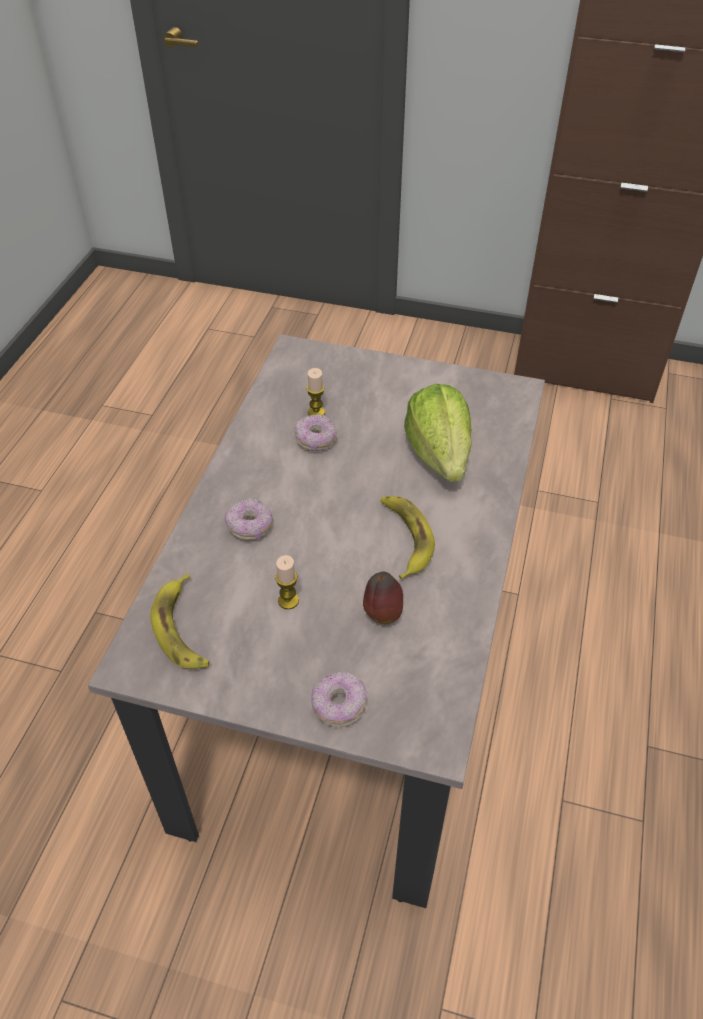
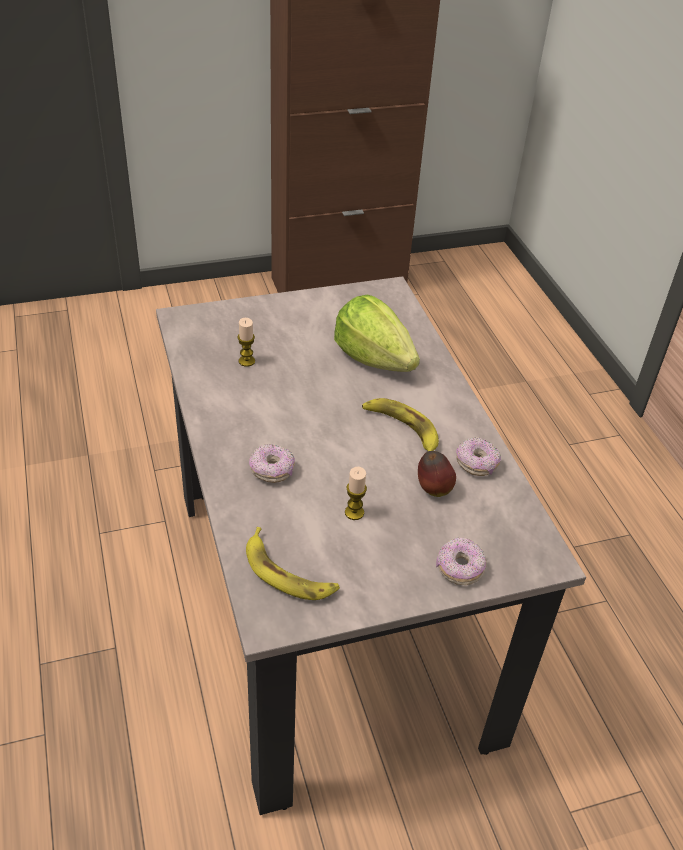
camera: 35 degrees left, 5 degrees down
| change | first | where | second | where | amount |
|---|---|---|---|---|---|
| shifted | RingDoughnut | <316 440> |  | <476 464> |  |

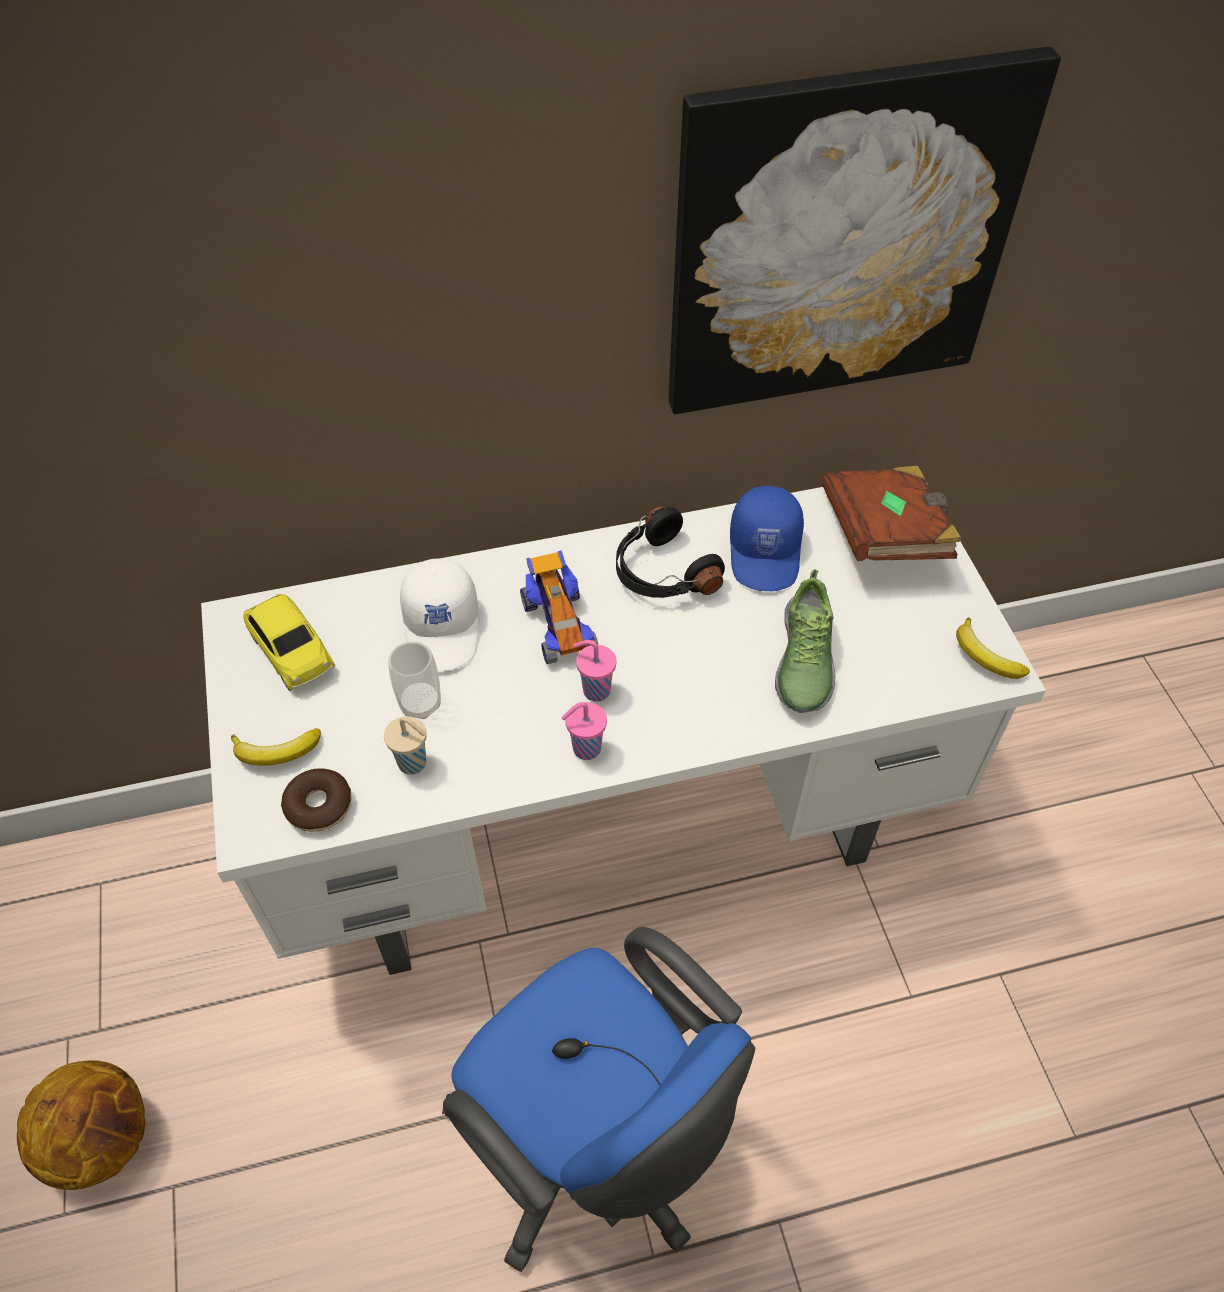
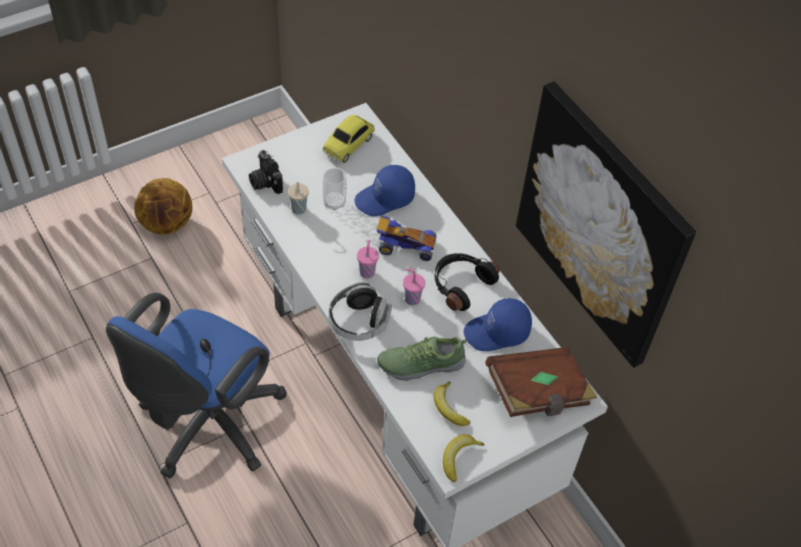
camera: 70 degrees right, 0 degrees up
| change | first | where | second | where | amount |
|---|---|---|---|---|---|
| swapped | RingDoughnut | <319 806> | StillCamera | <264 182> |  |
| new |  |  | PairOfHeadphones | <358 321> |  |
| repainted | WhiteColouredBaseballCap | <443 627> | BlueBaseballCap | <385 199> |  |
| rotated | ModelCar | <558 624> |  | <405 246> | 135 degrees counterclockwise |
| shifted | PinkColouredCup | <585 749> |  | <411 298> |  |
| shifted | BananaFruit | <276 752> |  | <449 408> |  |

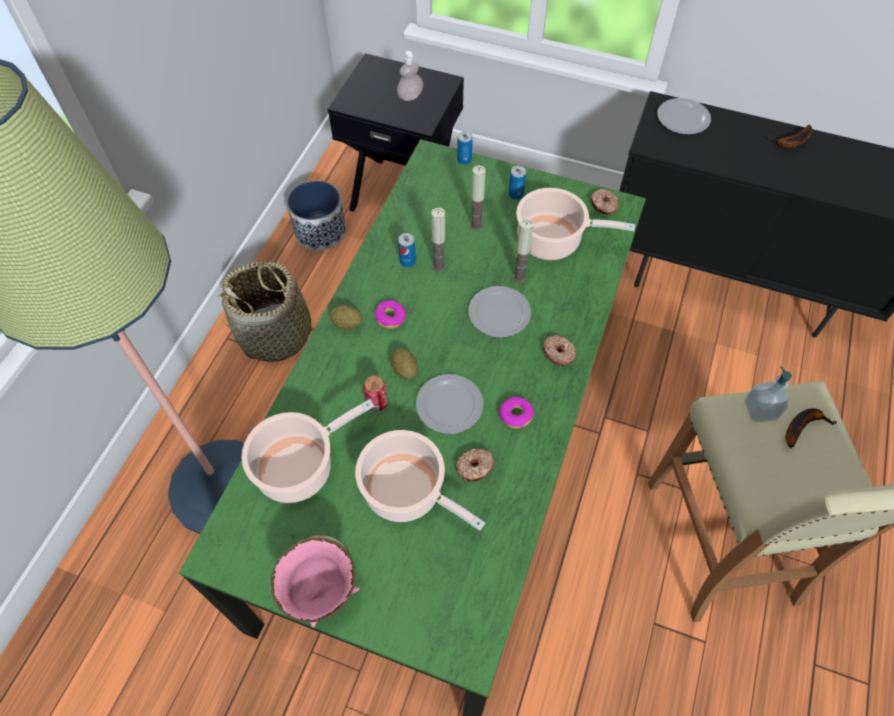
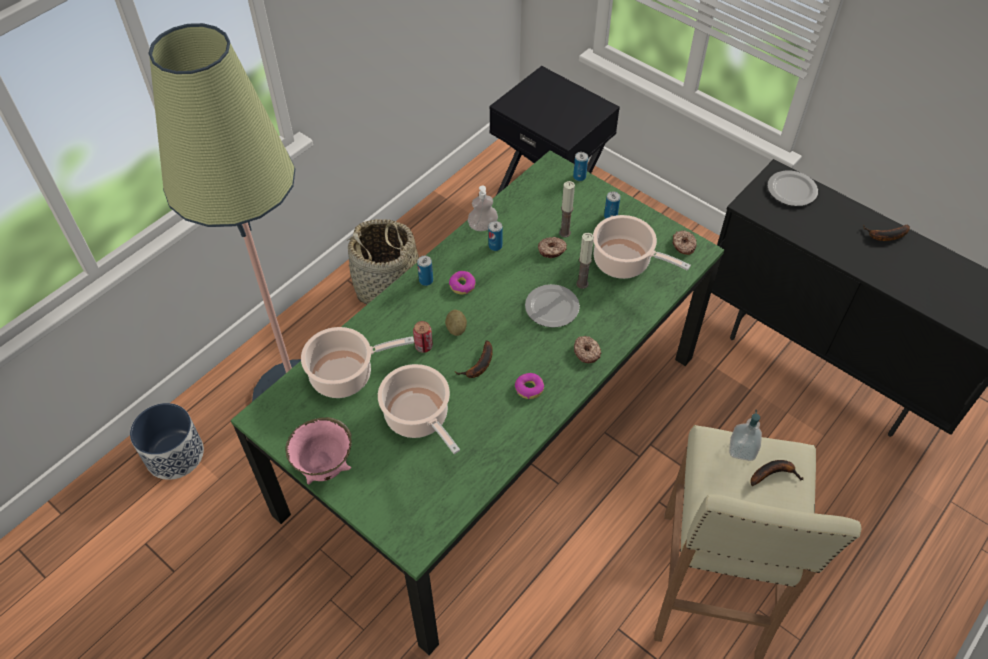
camera: 20 degrees right, 5 degrees down
| change | first | where | second | where | amount |
|---|---|---|---|---|---|
| shifted | PlantPot | <320 232> |  | <174 454> |  |
| swapped | Spud | <347 323> | SealedCan | <426 280> |  |
| swapped | DinnerPlate | <449 406> | BananaFruit | <479 366> |  |
| shifted | LiquidSoapBottle | <410 96> |  | <482 226> |  |
| shifted | RingDoughnut | <475 467> |  | <552 250> |  |
| gone | WaxLight | <439 266> |  |  |  |

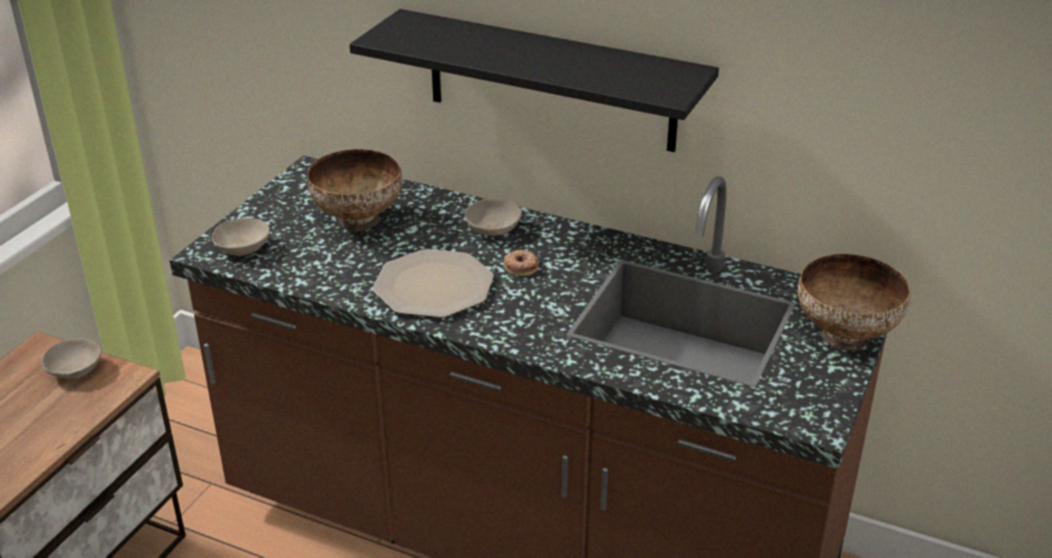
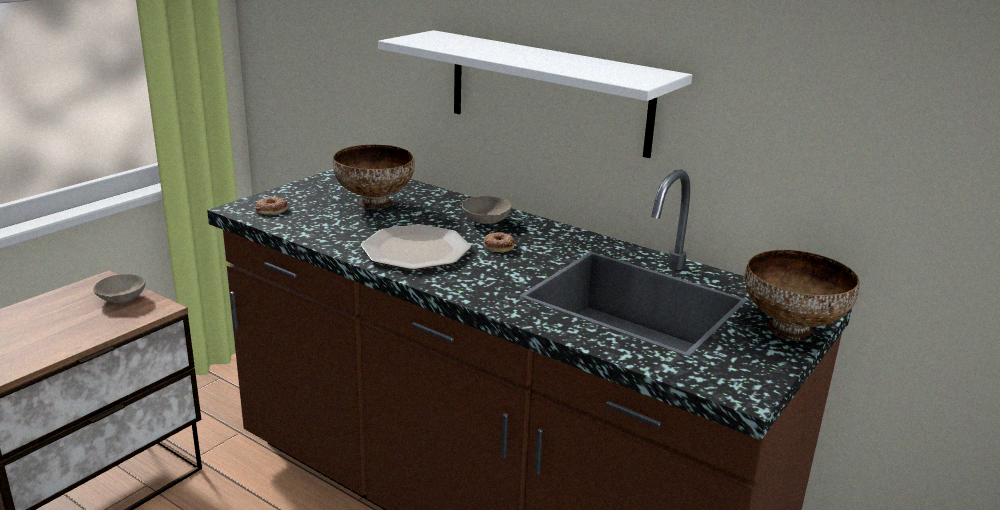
camera: 10 degrees right, 10 degrees down
| change | first | where | second | where | amount |
|---|---|---|---|---|---|
| swapped | BeigeColouredDeepDish | <244 248> | RingDoughnut | <271 209> |  |
| repainted | BlackishShelf | <551 81> | WhiteColouredShelf | <548 92> |  |

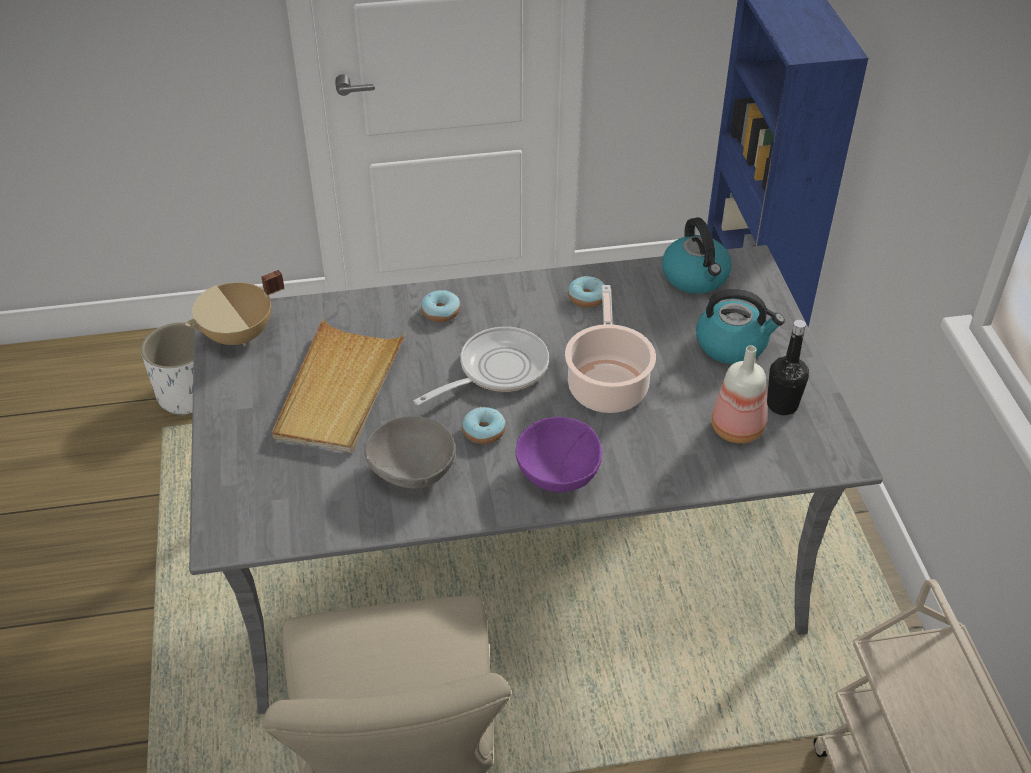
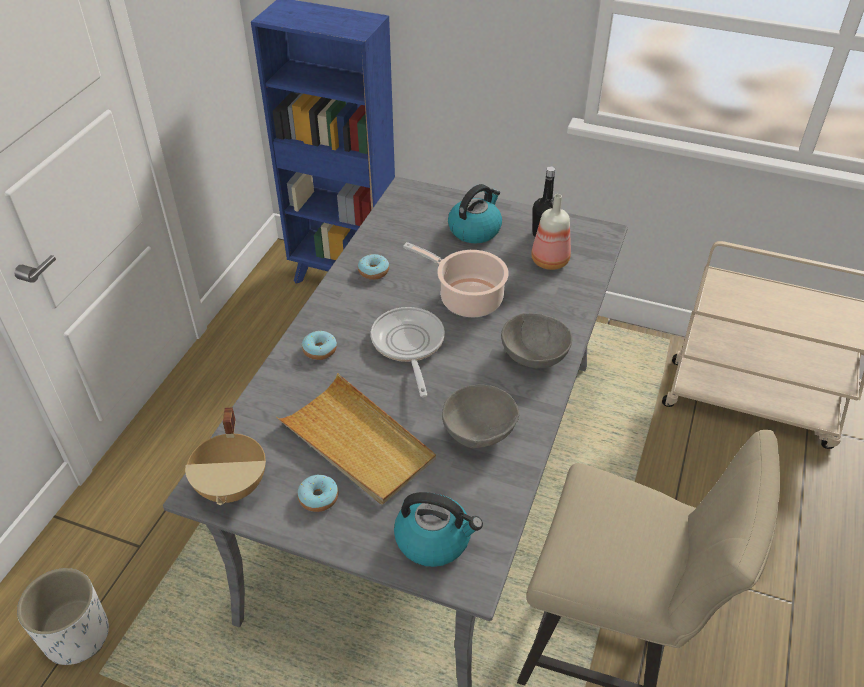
camera: 60 degrees left, 0 degrees up
| change | first | where | second | where | amount |
|---|---|---|---|---|---|
| shifted | RingDoughnut | <484 431> |  | <318 498> |  |
| shifted | WaterKettle | <696 277> |  | <434 539> |  |
| repainted | PurplishDeepDish | <558 473> | GreyDeepDish | <533 356> |  |

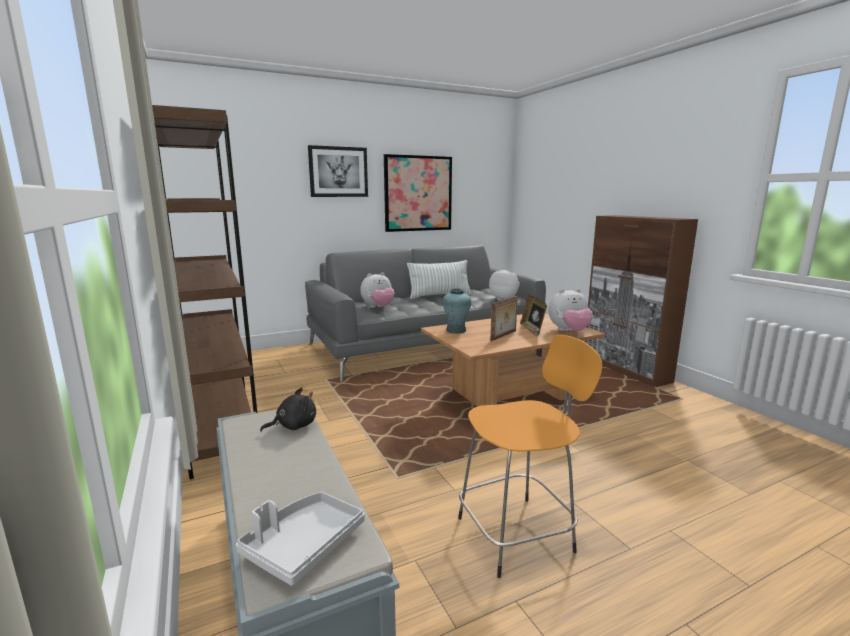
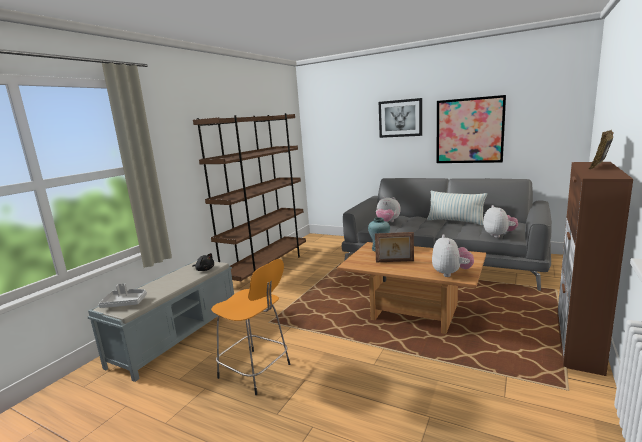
camera: 55 degrees right, 0 degrees up
| change | first | where | second | where | amount |
|---|---|---|---|---|---|
| rotated | PlushToy | <569 331> |  | <451 273> | 135 degrees counterclockwise |
| shifted | PhotoFrame | <532 330> |  | <600 166> |  |

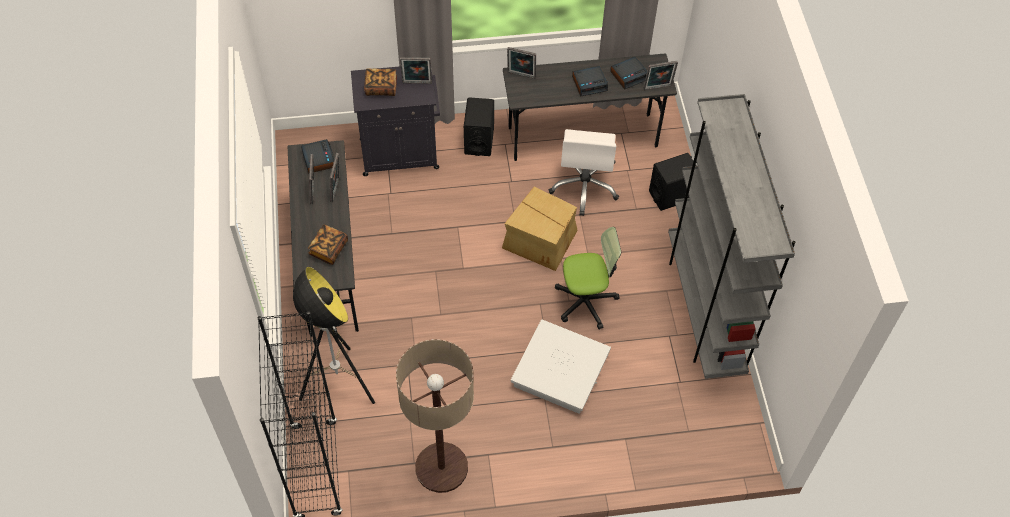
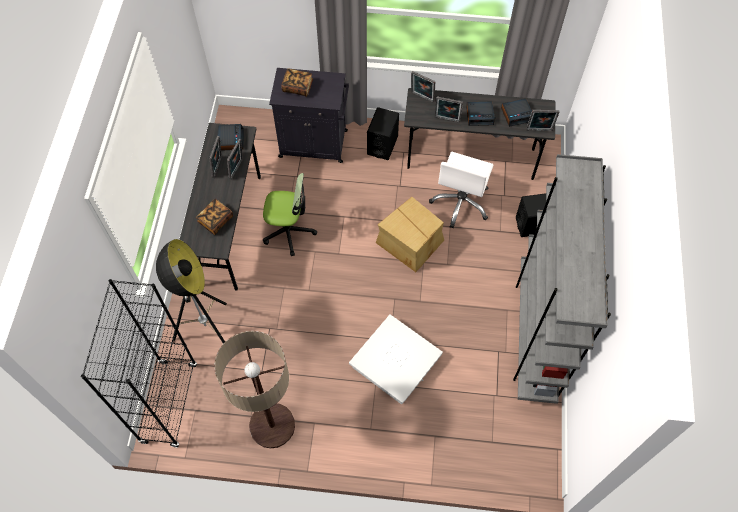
camera: 15 degrees right, 5 degrees up
| change | first | where | second | where | amount |
|---|---|---|---|---|---|
| shifted | ComputerChair | <585 301> |  | <289 231> |  |
| shifted | PhotoFrame | <417 84> |  | <447 120> |  |

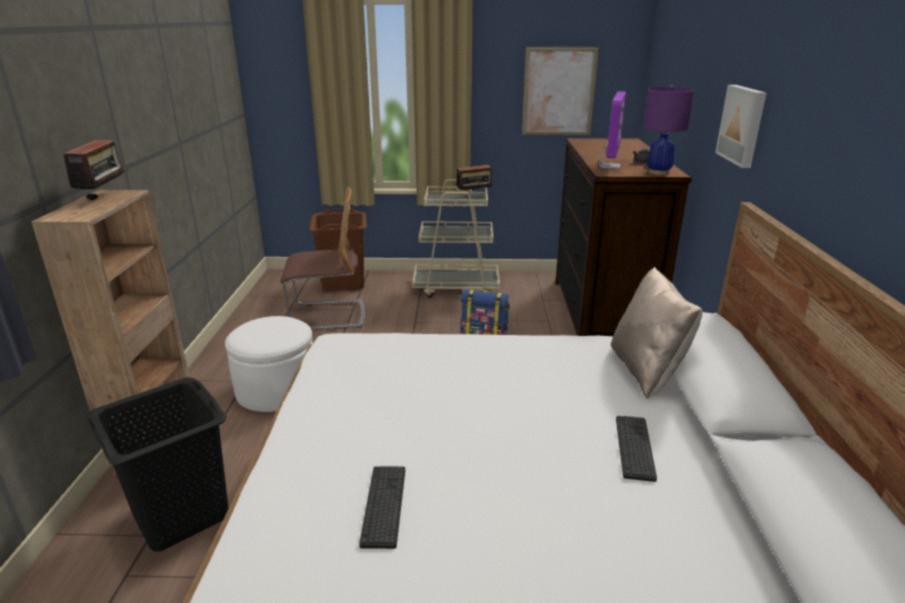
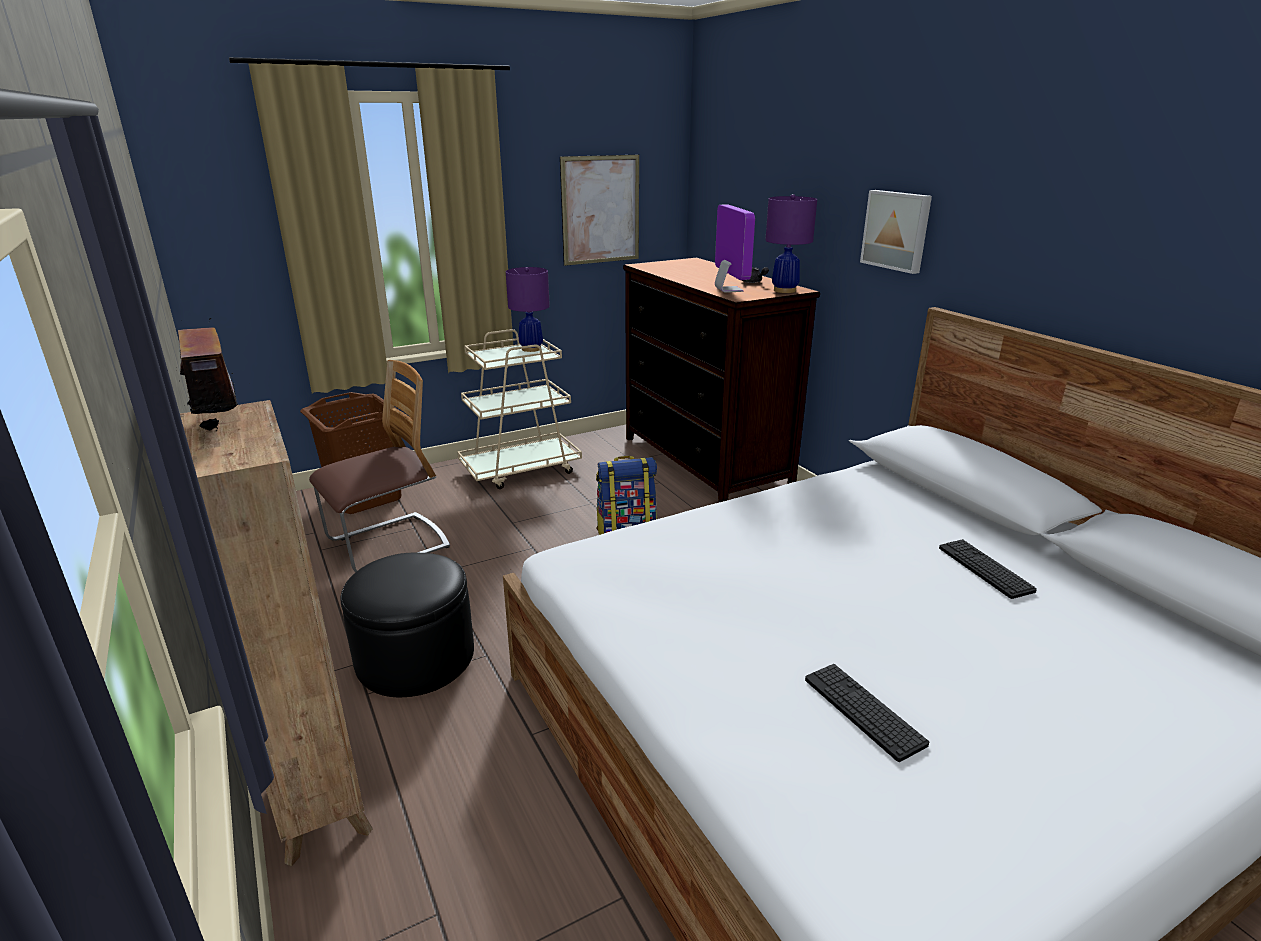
camera: 30 degrees left, 0 degrees up
| change | first | where | second | where | amount |
|---|---|---|---|---|---|
| repainted | WhiteColouredPouffe | <277 389> | BlackishPouffe | <415 658> |  |
| swapped | RadioSet | <474 196> | PurplishTableLamp | <531 349> |  |
| gone | BlackishHamper | <180 515> |  |  |  |
| gone | BeigeColouredCushion | <647 371> |  |  |  |

